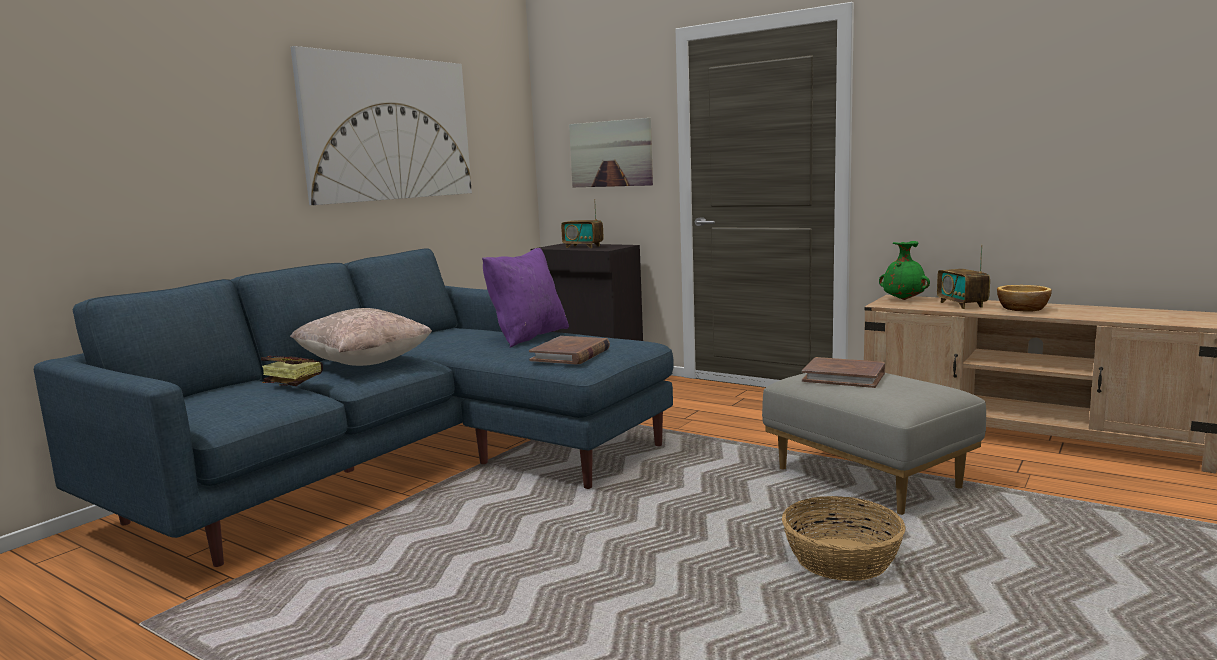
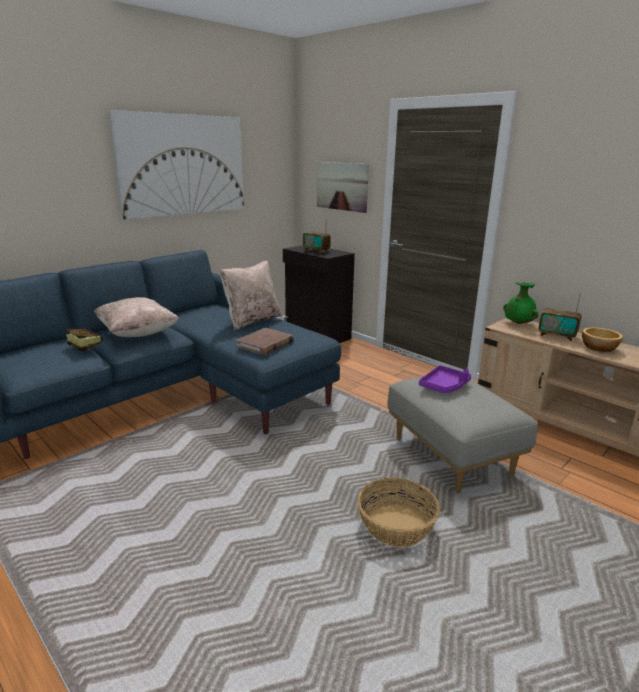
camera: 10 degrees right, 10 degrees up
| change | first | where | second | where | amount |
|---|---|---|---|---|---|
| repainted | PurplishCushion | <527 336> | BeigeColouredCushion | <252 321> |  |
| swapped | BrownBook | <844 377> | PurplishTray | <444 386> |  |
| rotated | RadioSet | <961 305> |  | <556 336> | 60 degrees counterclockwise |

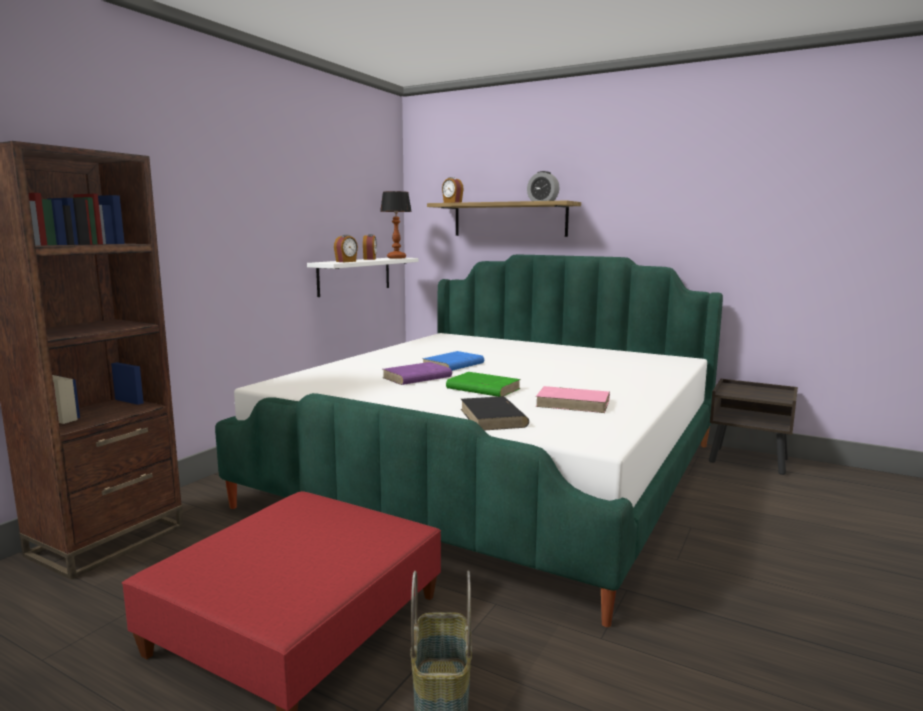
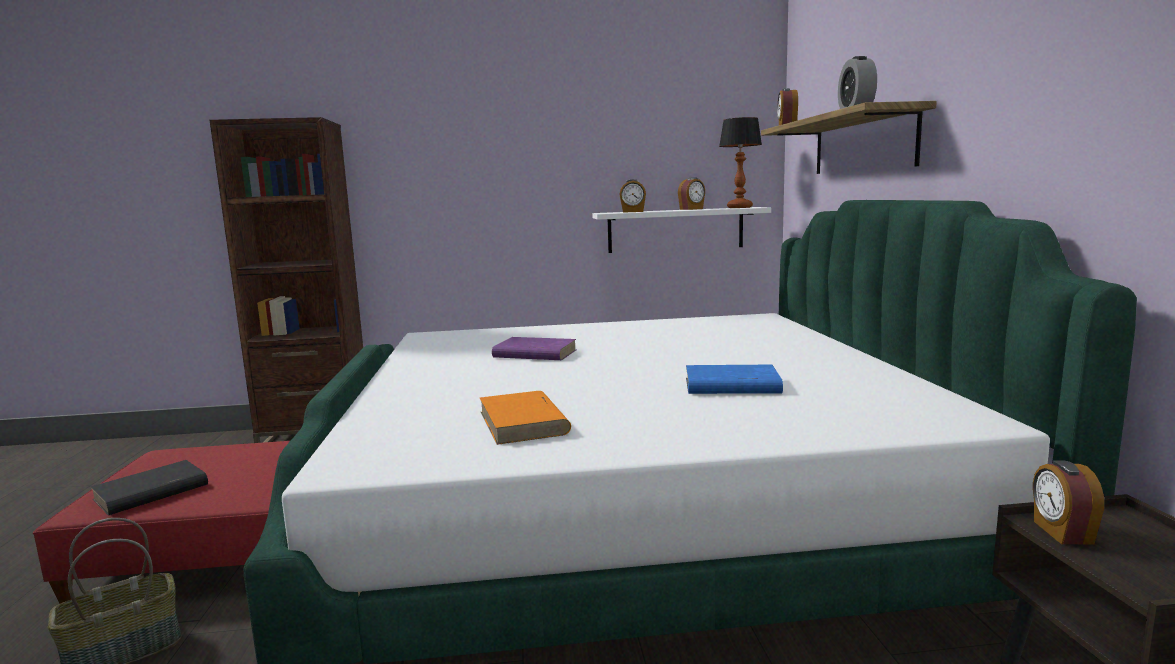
camera: 55 degrees right, 0 degrees up
| change | first | where | second | where | amount |
|---|---|---|---|---|---|
| shifted | BlackishBook | <493 418> |  | <150 493> |  |
| repainted | PinkColouredBook | <573 403> | OrangeyBook | <523 423> |  |
| shifted | BlueBook | <453 365> |  | <730 386> |  |
| new |  |  | BedsideClock | <1061 532> |  |
| gone | GreenishBook | <482 388> |  |  |  |

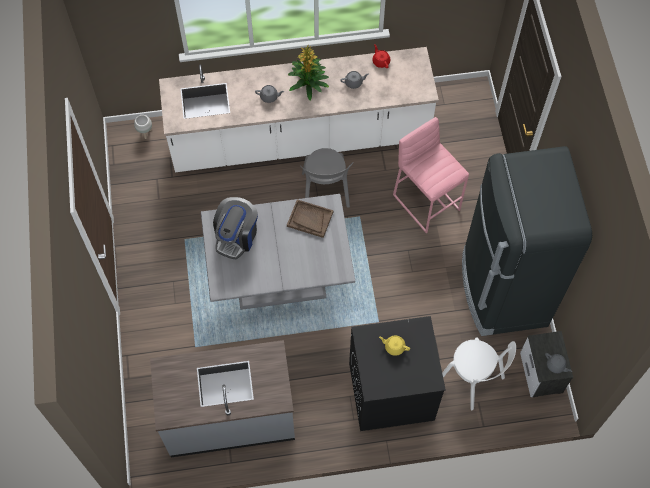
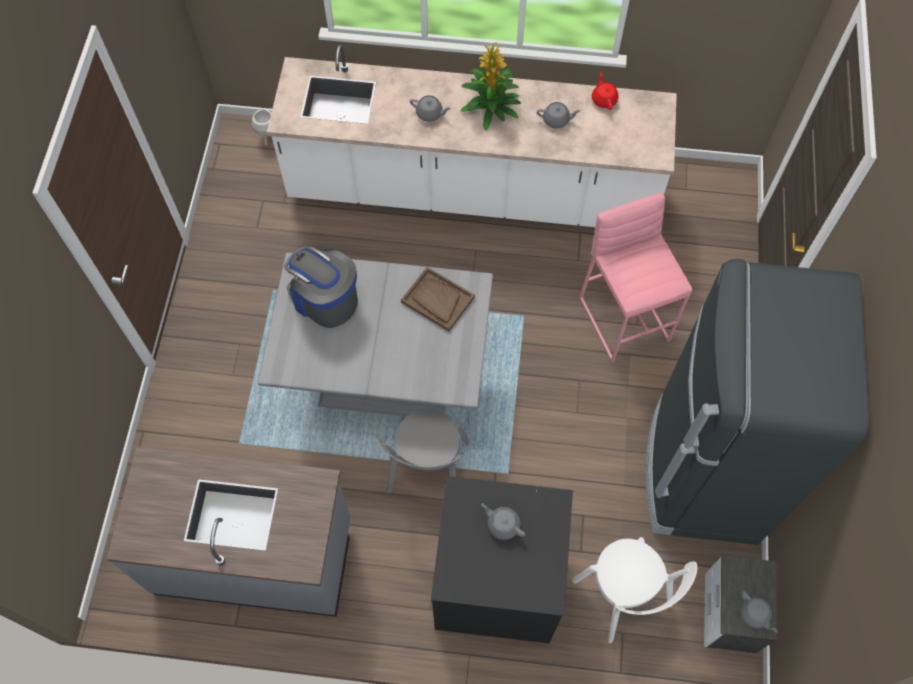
camera: 15 degrees right, 0 degrees up
| change | first | where | second | where | amount |
|---|---|---|---|---|---|
| rotated | CoffeeMaker | <236 236> |  | <325 299> | 90 degrees clockwise |
| shifted | GreyPlainChair | <325 192> |  | <427 471> |  |
| repainted | YellowColouredTeapot | <394 347> | GreyTeapot | <503 524> |  |

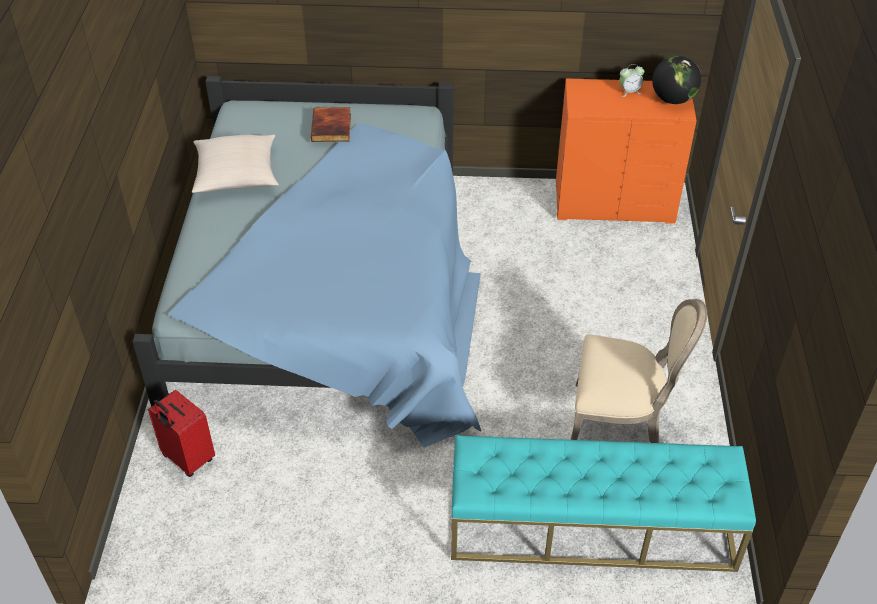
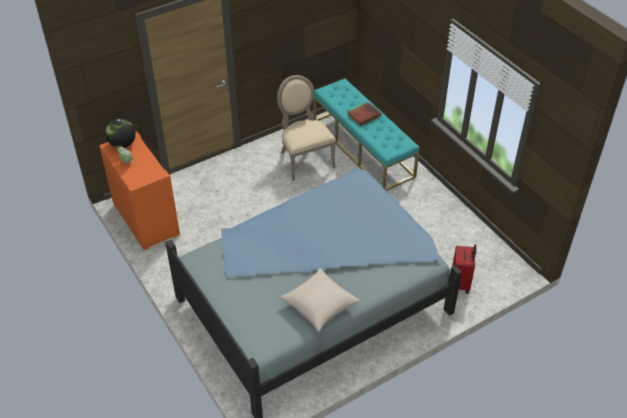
camera: 125 degrees left, 0 degrees up
| change | first | where | second | where | amount |
|---|---|---|---|---|---|
| shifted | Book | <332 127> |  | <364 115> |  |

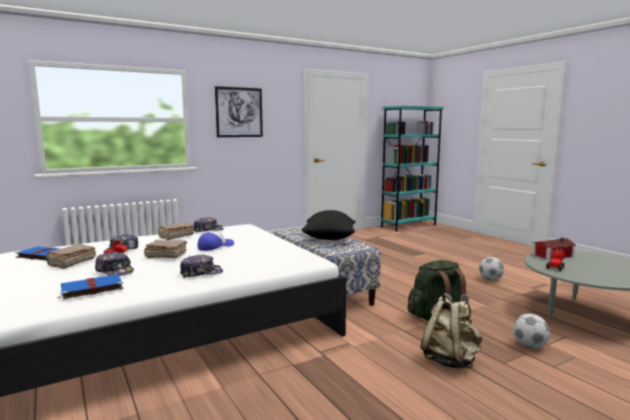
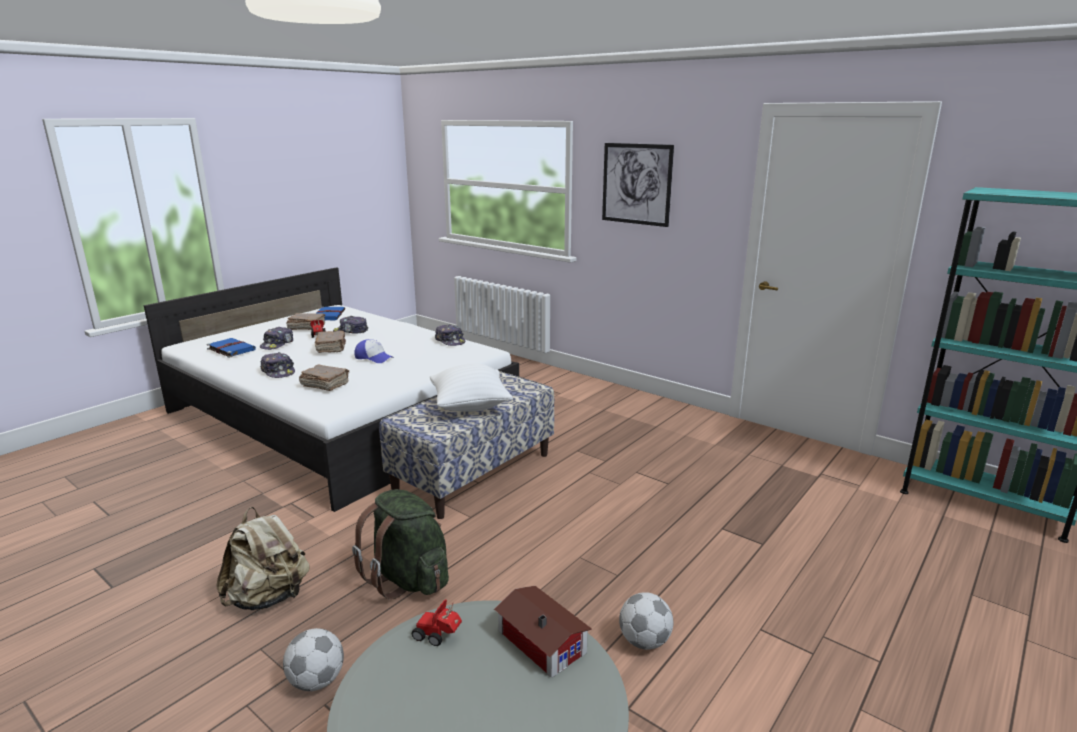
camera: 70 degrees right, 10 degrees up
| change | first | where | second | where | amount |
|---|---|---|---|---|---|
| shifted | BrownBook | <176 236> |  | <325 385> |  |
| repainted | BlackishCushion | <329 239> | WhiteColouredCushion | <470 406> |  |

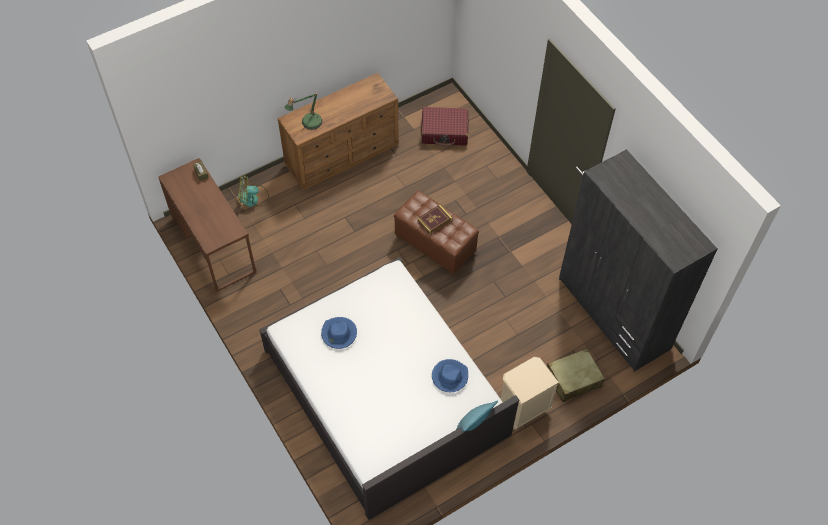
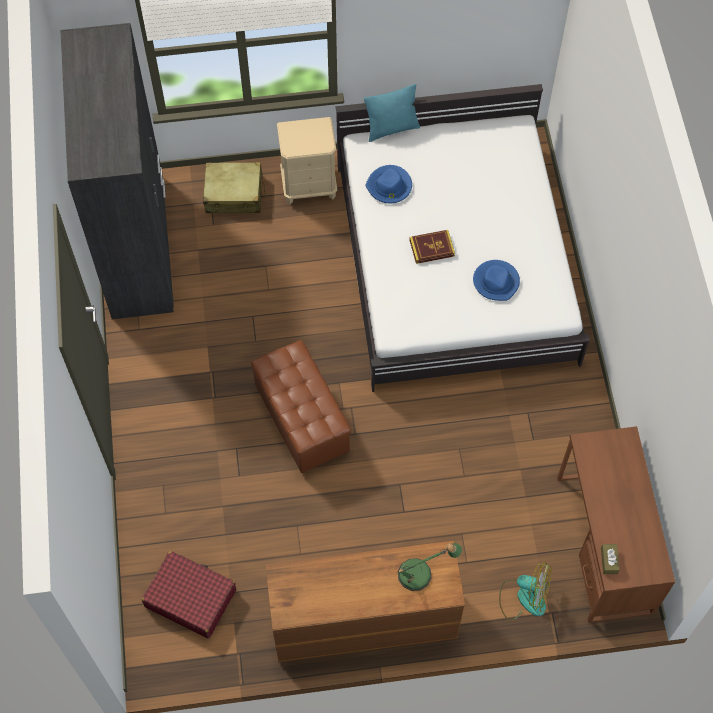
camera: 155 degrees left, 5 degrees up
| change | first | where | second | where | amount |
|---|---|---|---|---|---|
| shifted | Book | <434 220> |  | <431 248> |  |

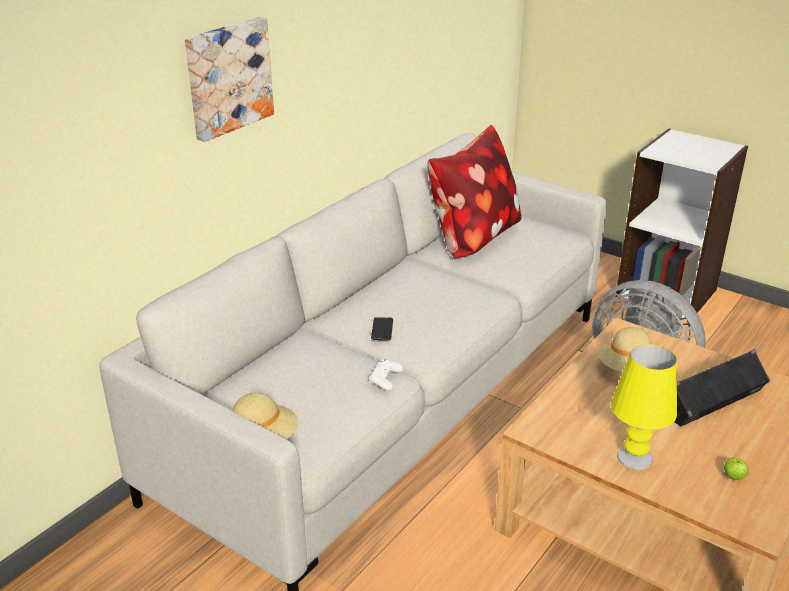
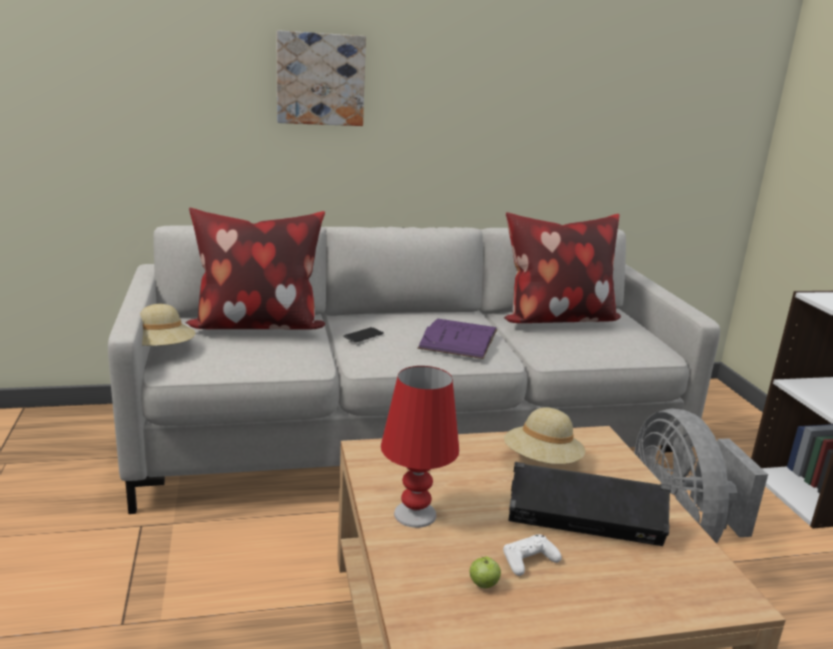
camera: 40 degrees right, 10 degrees down
| change | first | where | second | where | amount |
|---|---|---|---|---|---|
| new |  |  | Cushion | <257 326> |  |
| repainted | YellowColouredTableLamp | <634 457> | ReddishTableLamp | <415 514> |  |
| new |  |  | PurplishBook | <458 339> |  |
| shifted | WhiteColouredGameController | <385 379> |  | <529 560> |  |

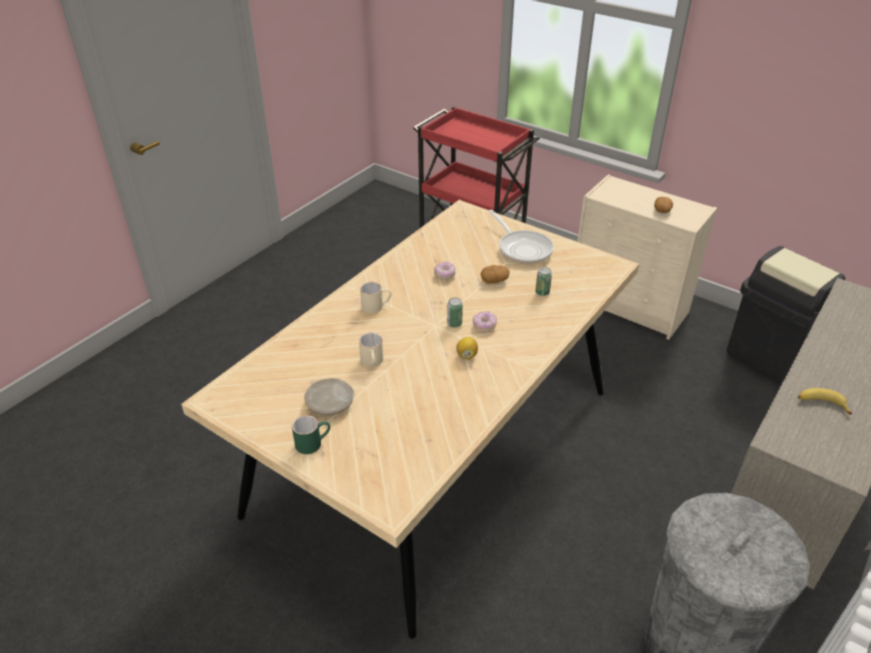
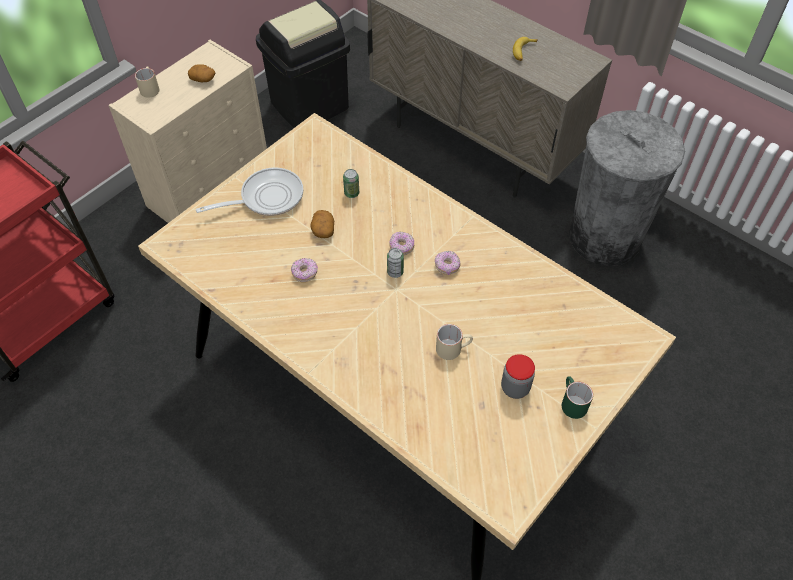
camera: 85 degrees left, 15 degrees up
| change | first | where | second | where | amount |
|---|---|---|---|---|---|
| shifted | BeigeColouredCoffeeMug | <376 306> |  | <149 88> |  |
| swapped | WholeLemon | <466 355> | RingDoughnut | <447 266> |  |
| swapped | BeigeColouredDinnerPlate | <330 403> | Jar | <515 388> |  |

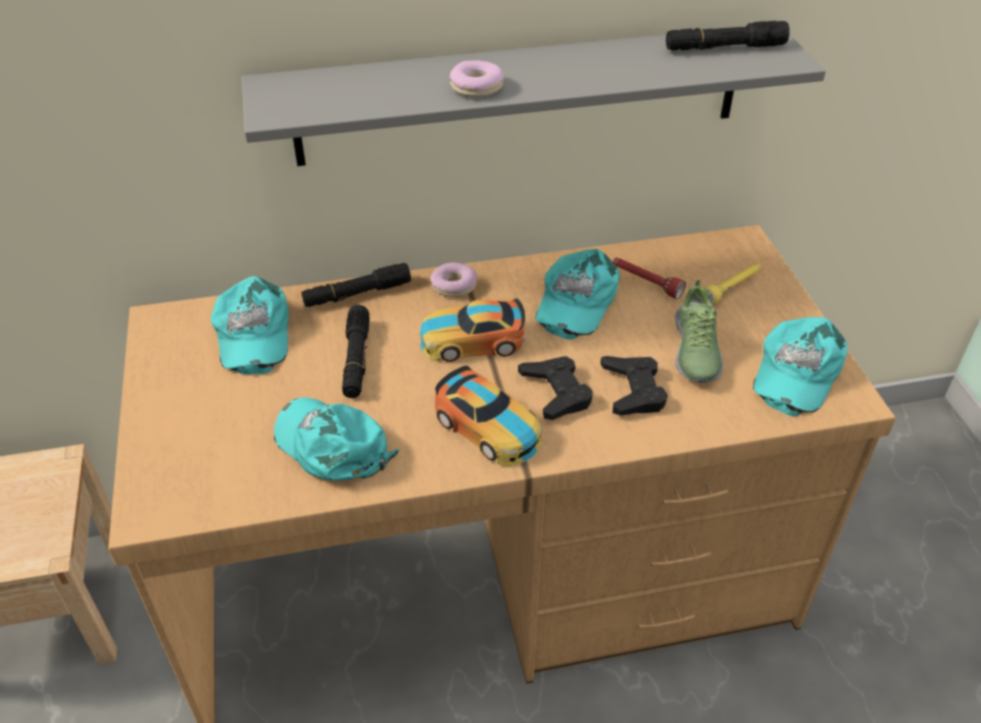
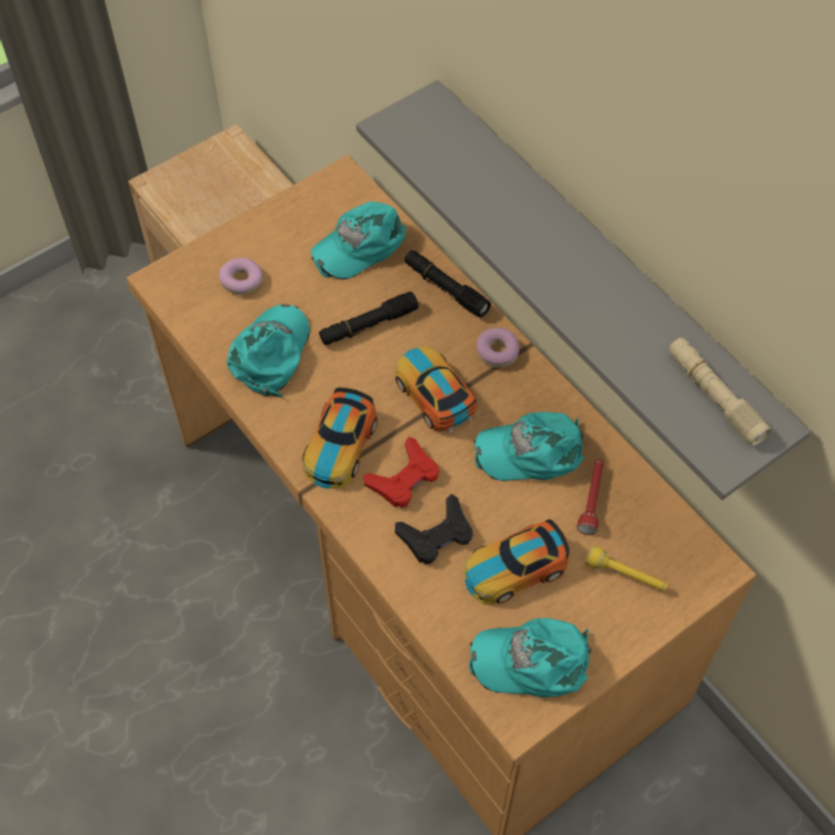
camera: 65 degrees right, 15 degrees up
| change | first | where | second | where | amount |
|---|---|---|---|---|---|
| shifted | RingDoughnut | <477 87> |  | <241 281> |  |
| repainted | BlackishGameController | <556 392> | ReddishGameController | <404 478> |  |
| swapped | ItemOfFootwear | <695 351> | ModelCar | <514 568> |  |
| repainted | BlackishTorch | <724 48> | BeigeColouredTorch | <714 396> |  |

